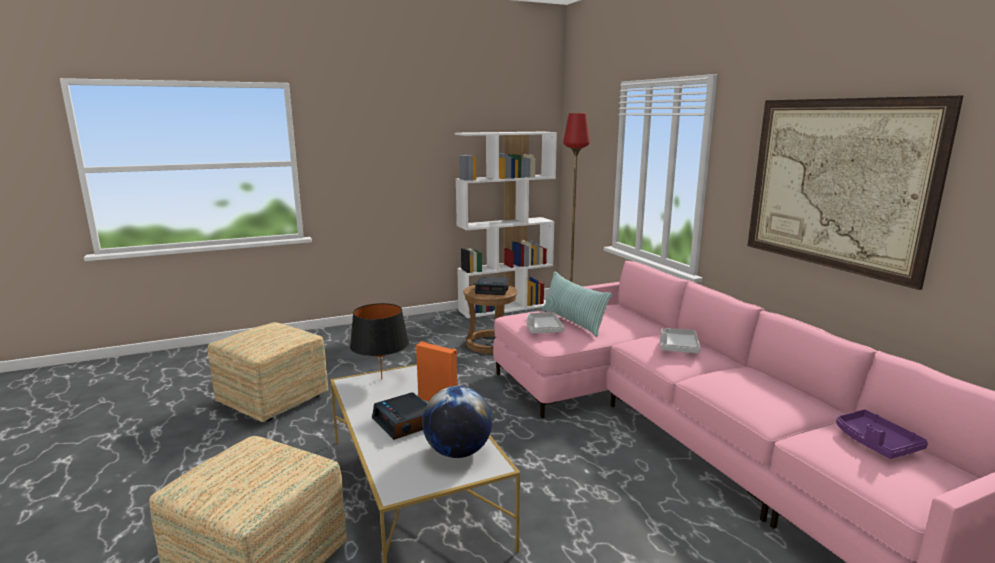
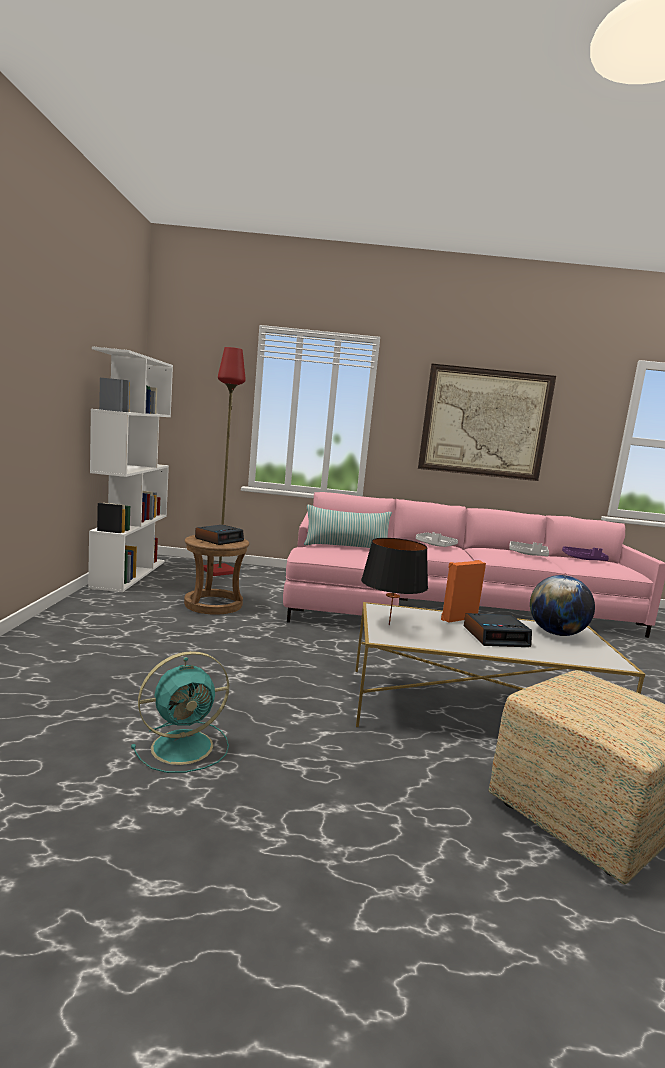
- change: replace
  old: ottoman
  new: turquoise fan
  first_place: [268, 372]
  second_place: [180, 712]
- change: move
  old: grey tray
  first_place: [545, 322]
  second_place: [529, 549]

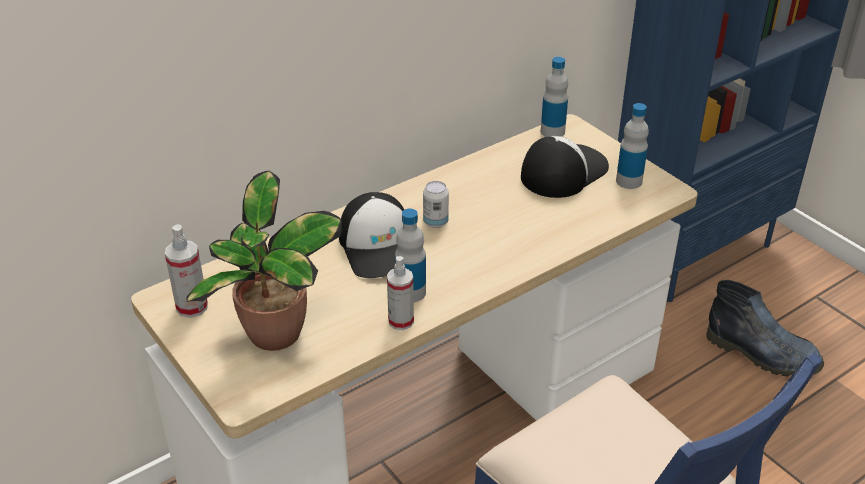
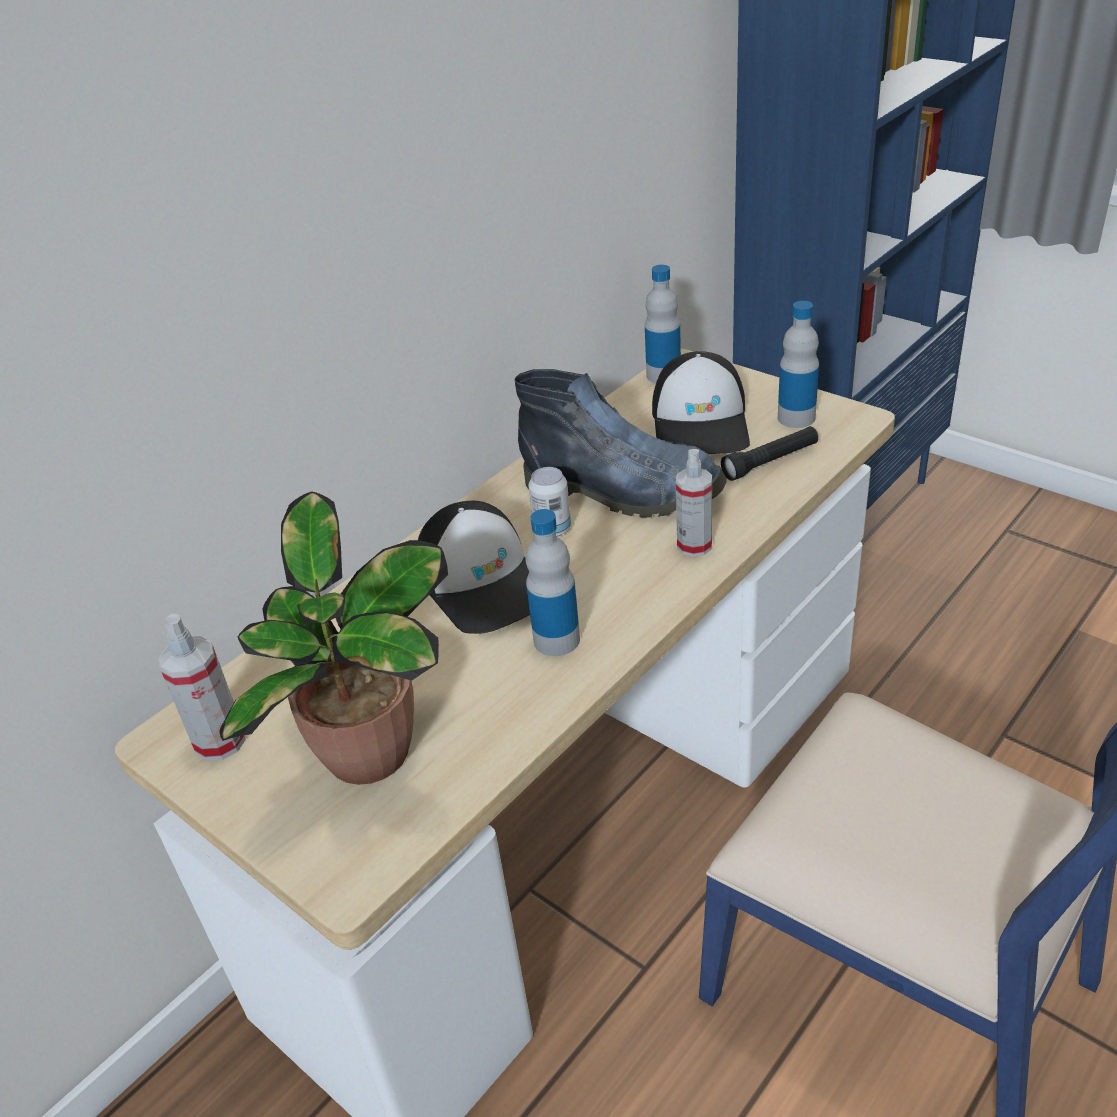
- change: move
  old: spray bottle
  first_place: [400, 293]
  second_place: [694, 503]
- change: rotate
  old: cap
  first_place: [565, 167]
  second_place: [701, 402]
  degrees: 150
- change: move
  old: boot
  first_place: [765, 328]
  second_place: [621, 443]
- change: insert
  new: black flashlight
  second_place: [769, 453]

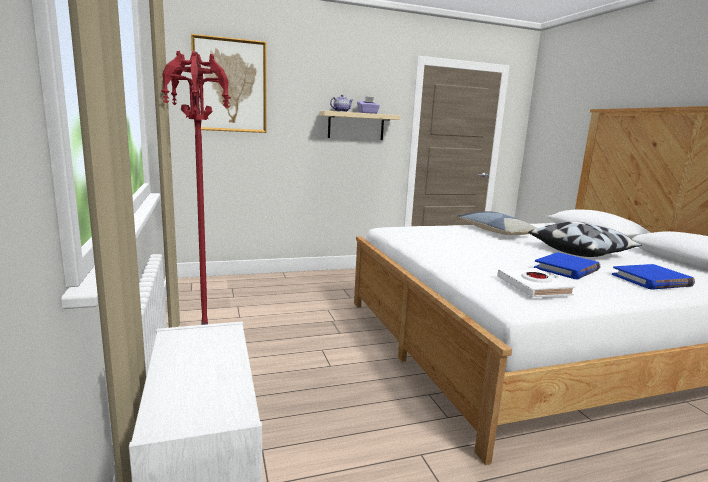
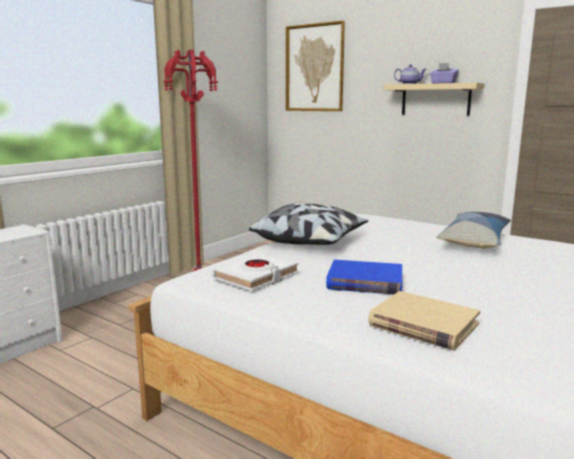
- change: move
  old: pillow
  first_place: [585, 239]
  second_place: [308, 224]
- change: recolor
  old: blue book
  new: beige book
  first_place: [653, 277]
  second_place: [424, 320]

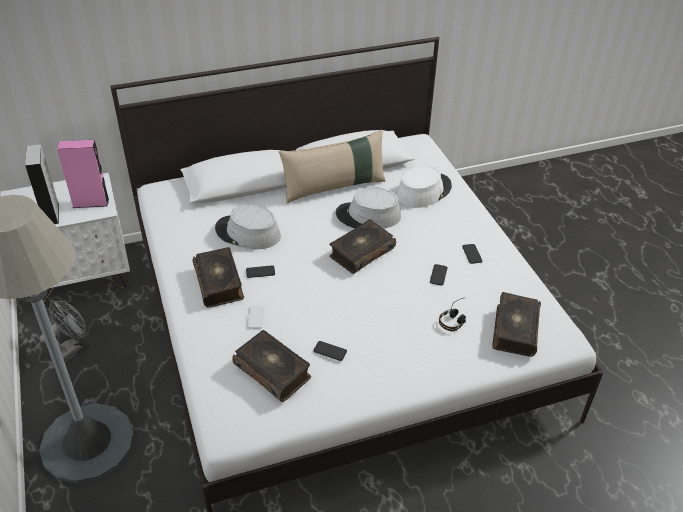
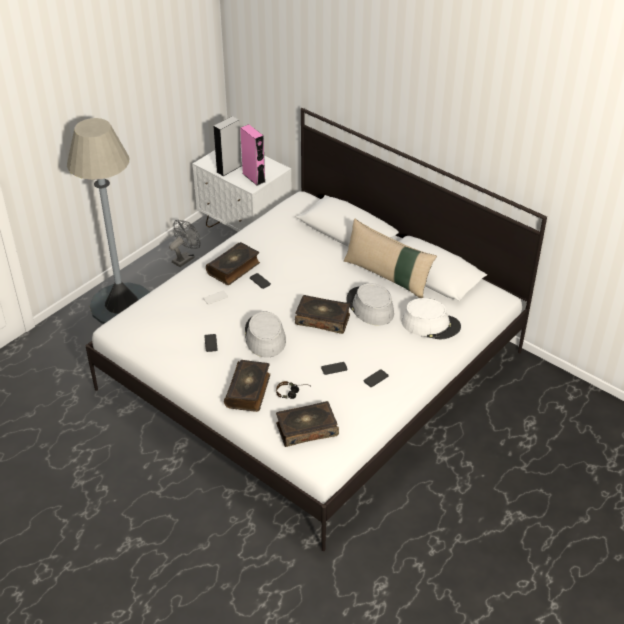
- change: rotate
  old: grey fan
  first_place: [63, 330]
  second_place: [184, 243]
  degrees: -60
- change: move
  old: grey hat
  first_place: [248, 227]
  second_place: [265, 335]
- change: move
  old: book
  first_place: [271, 366]
  second_place: [247, 386]

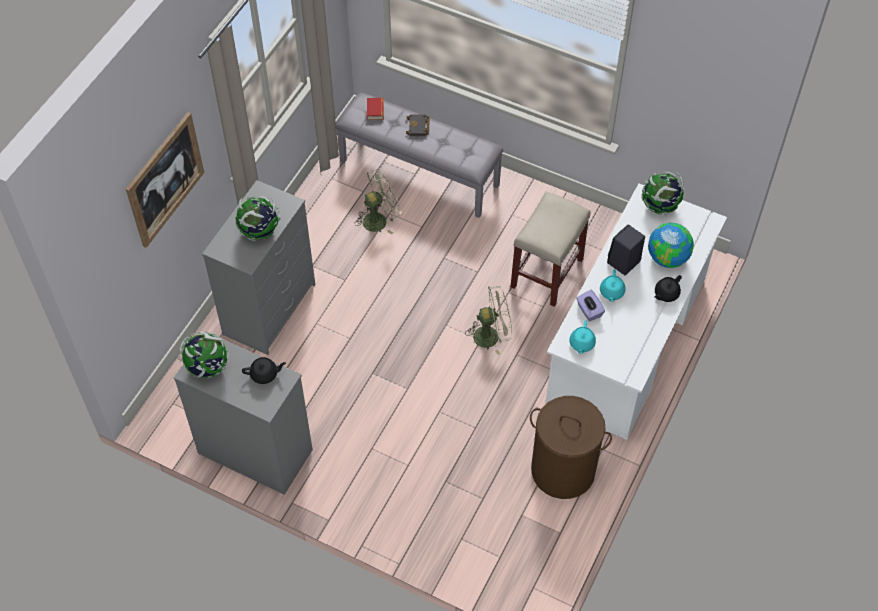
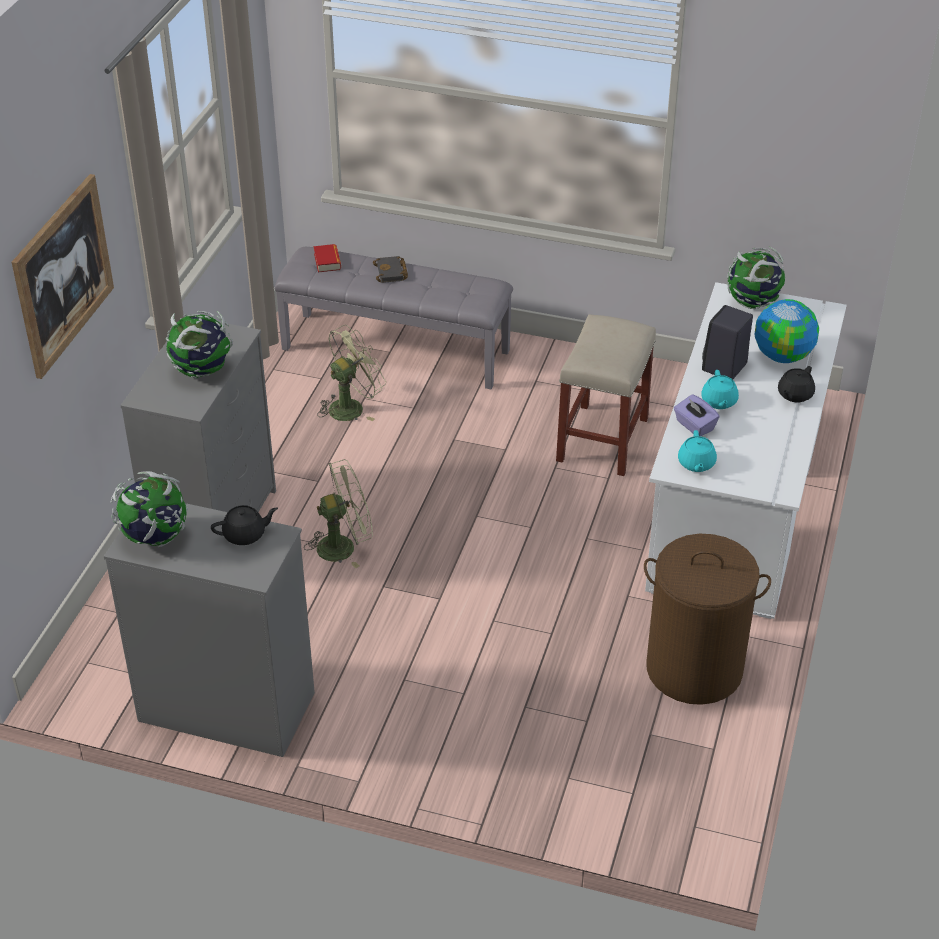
- change: move
  old: green fan
  first_place: [488, 320]
  second_place: [338, 513]

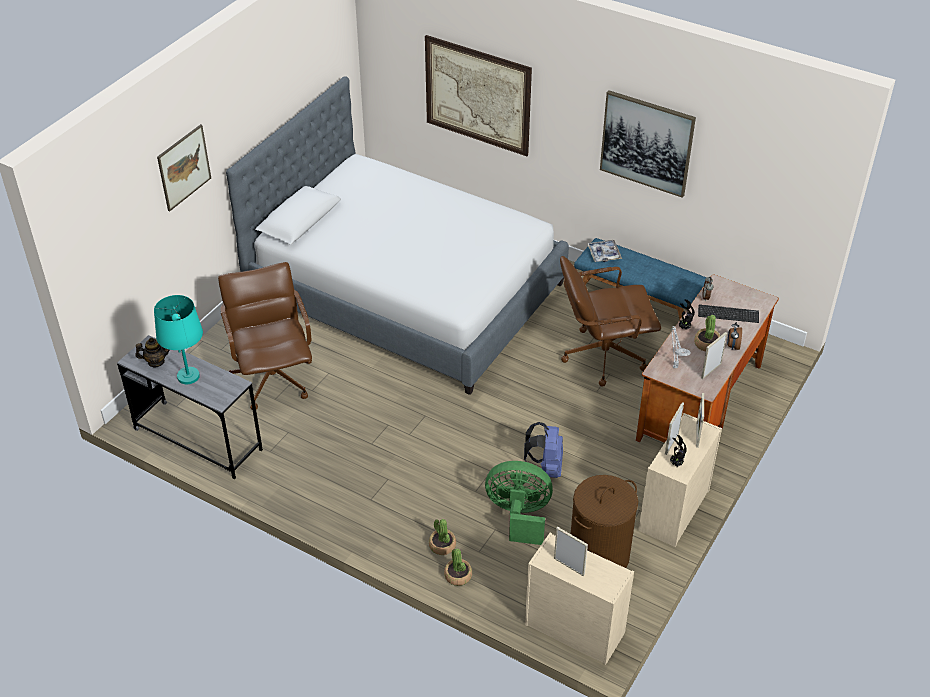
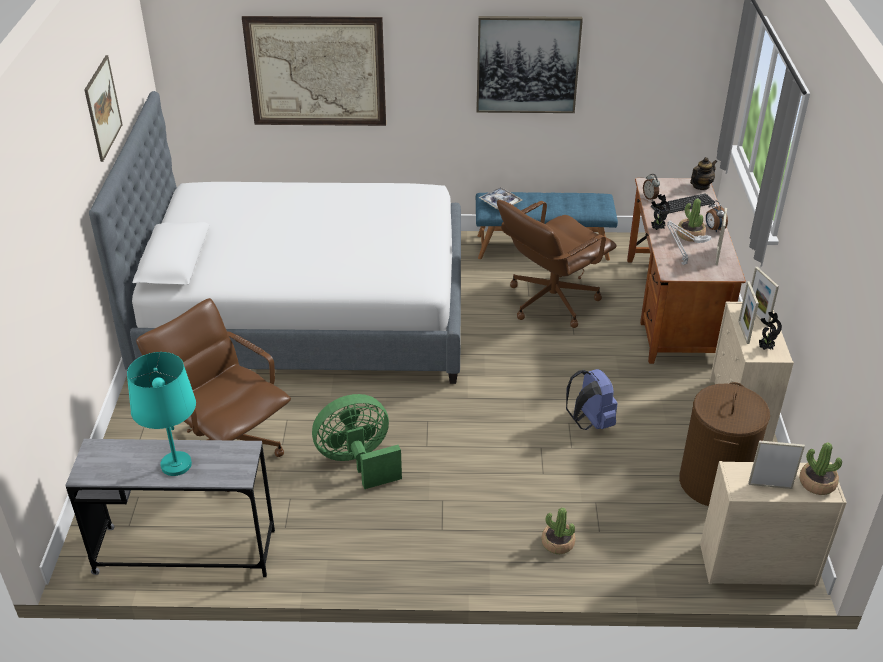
- change: move
  old: teapot
  first_place: [152, 353]
  second_place: [703, 173]
- change: move
  old: picture
  first_place: [184, 168]
  second_place: [103, 108]
- change: move
  old: potted plant
  first_place: [458, 567]
  second_place: [820, 468]
- change: move
  old: green fan
  first_place: [519, 503]
  second_place: [357, 441]

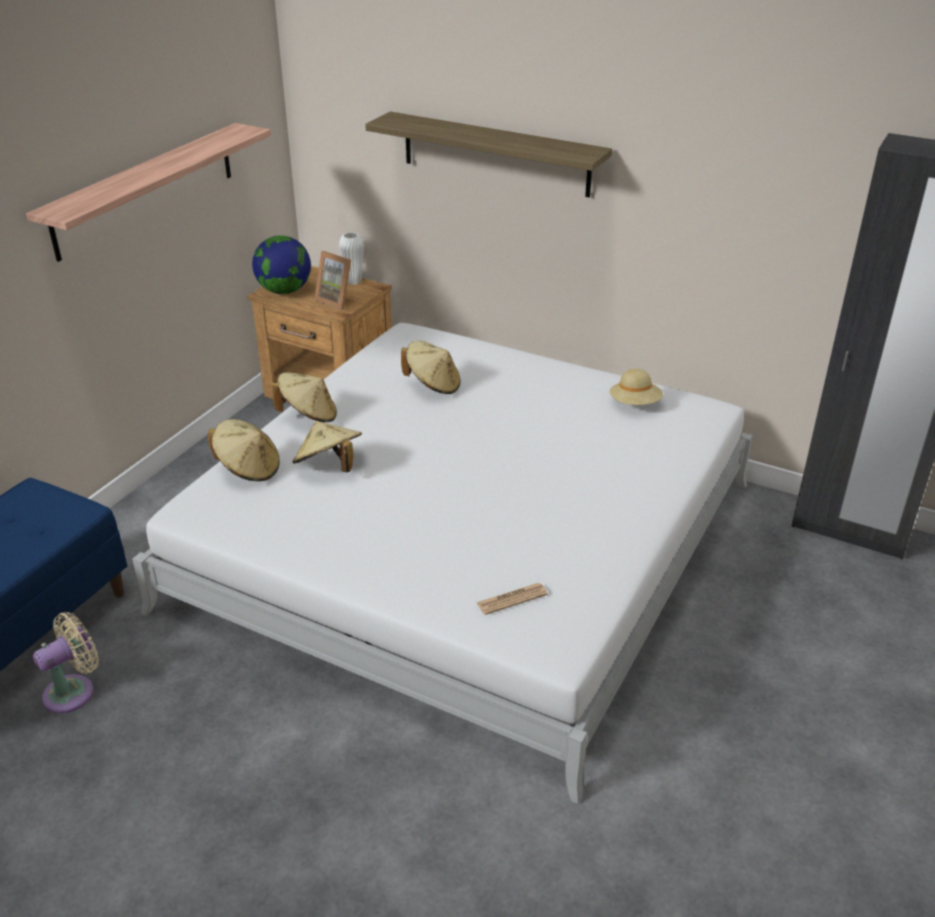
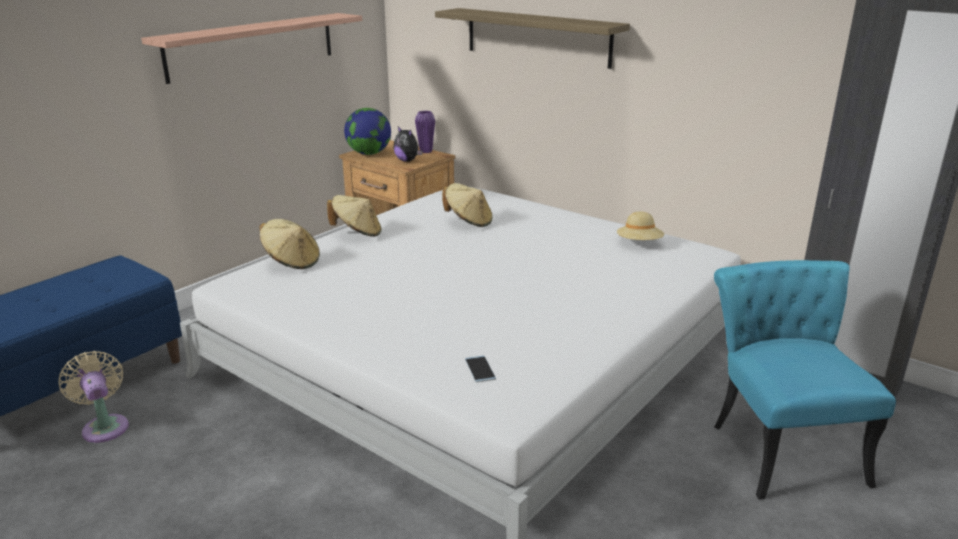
- change: rotate
  old: beige fan
  first_place: [66, 663]
  second_place: [94, 397]
  degrees: -90
- change: delete
  old: beige hat
  first_place: [327, 446]
- change: replace
  old: picture frame
  new: plush toy
  first_place: [332, 280]
  second_place: [407, 144]
- change: recolor
  old: white vase
  new: purple vase
  first_place: [351, 258]
  second_place: [425, 132]
- change: replace
  old: newspaper
  new: phone
  first_place: [512, 599]
  second_place: [480, 369]
- change: insert
  new: turquoise chair
  second_place: [805, 379]

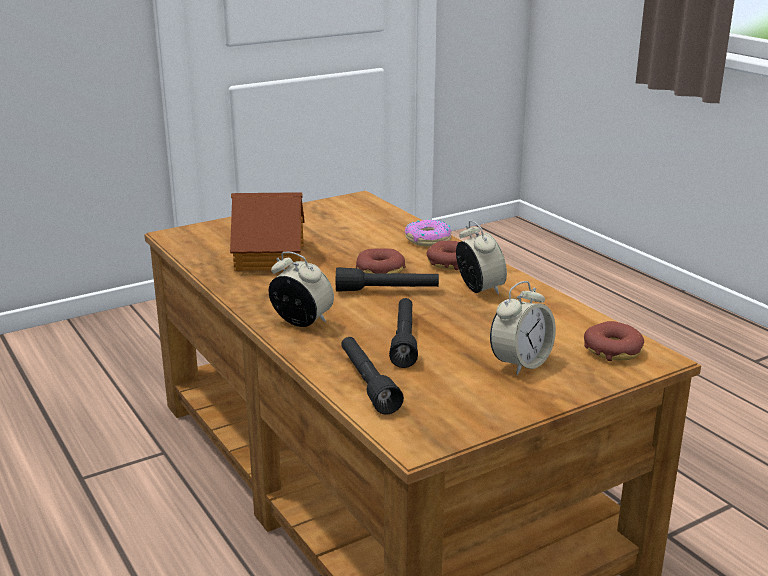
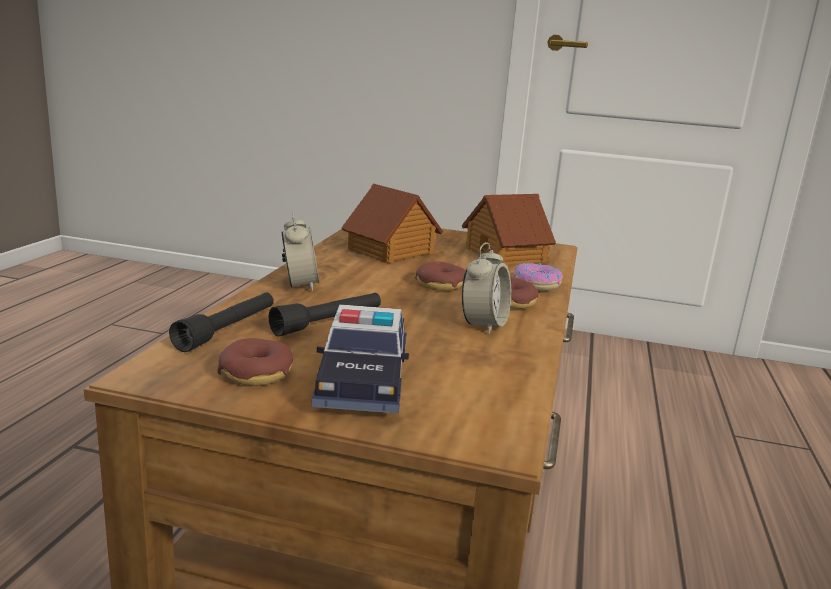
- change: delete
  old: black flashlight
  first_place: [387, 279]
- change: replace
  old: alarm clock
  new: toy car
  first_place: [523, 328]
  second_place: [360, 358]
- change: move
  old: donut
  first_place: [614, 341]
  second_place: [255, 362]
- change: insert
  new: toy house
  second_place: [509, 229]

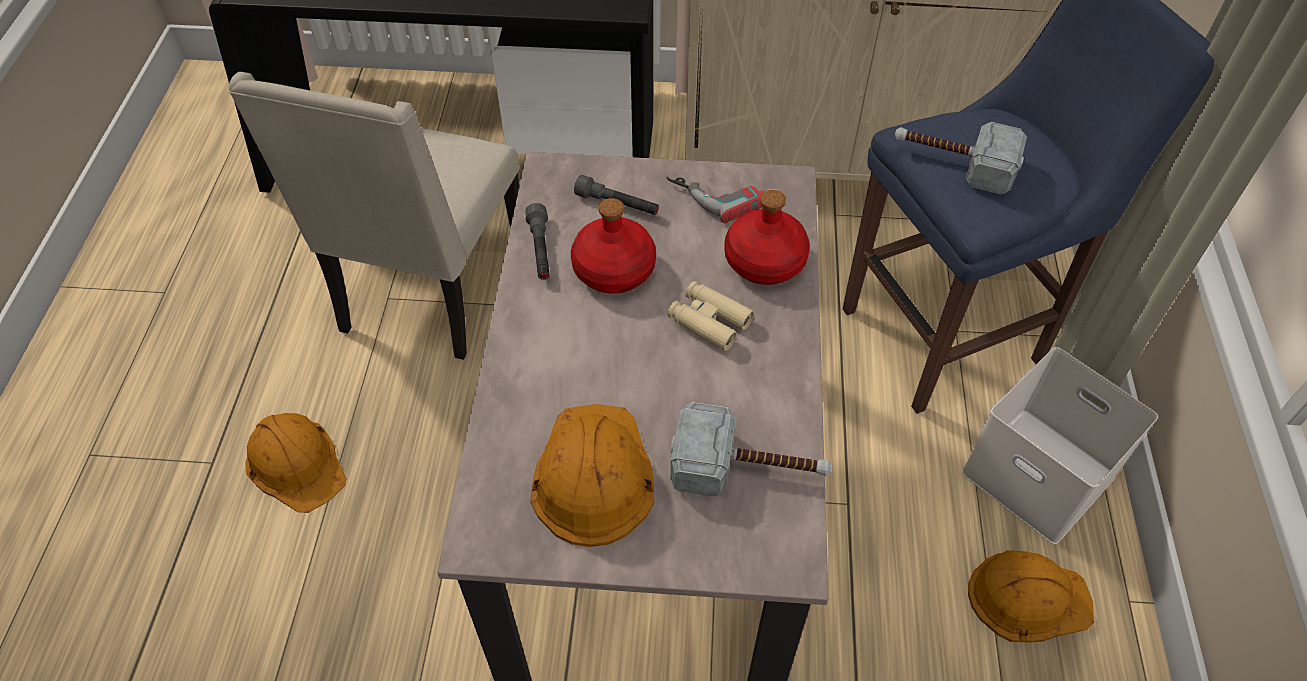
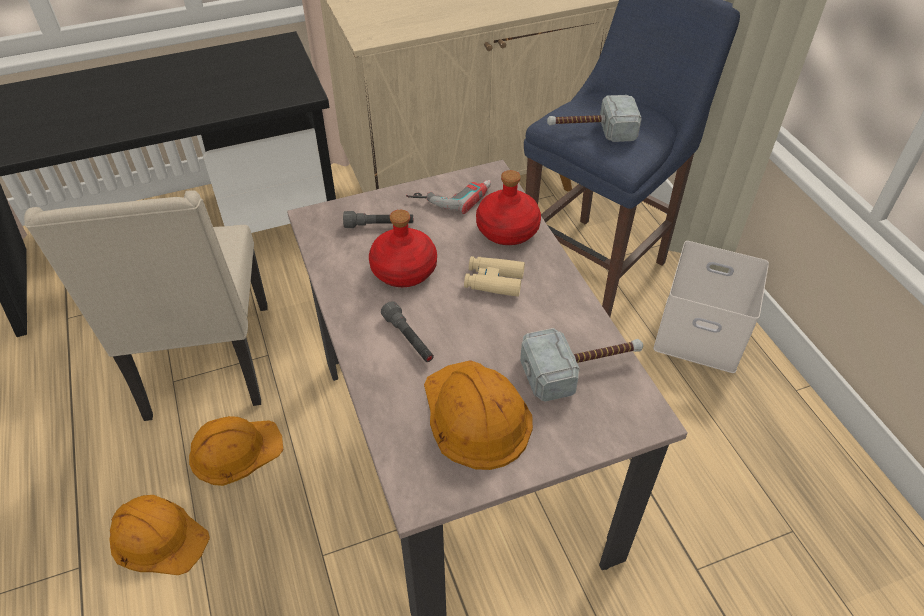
- change: move
  old: grey flashlight
  first_place: [537, 241]
  second_place: [407, 331]
- change: move
  old: orange hard hat
  first_place: [1031, 596]
  second_place: [236, 451]

